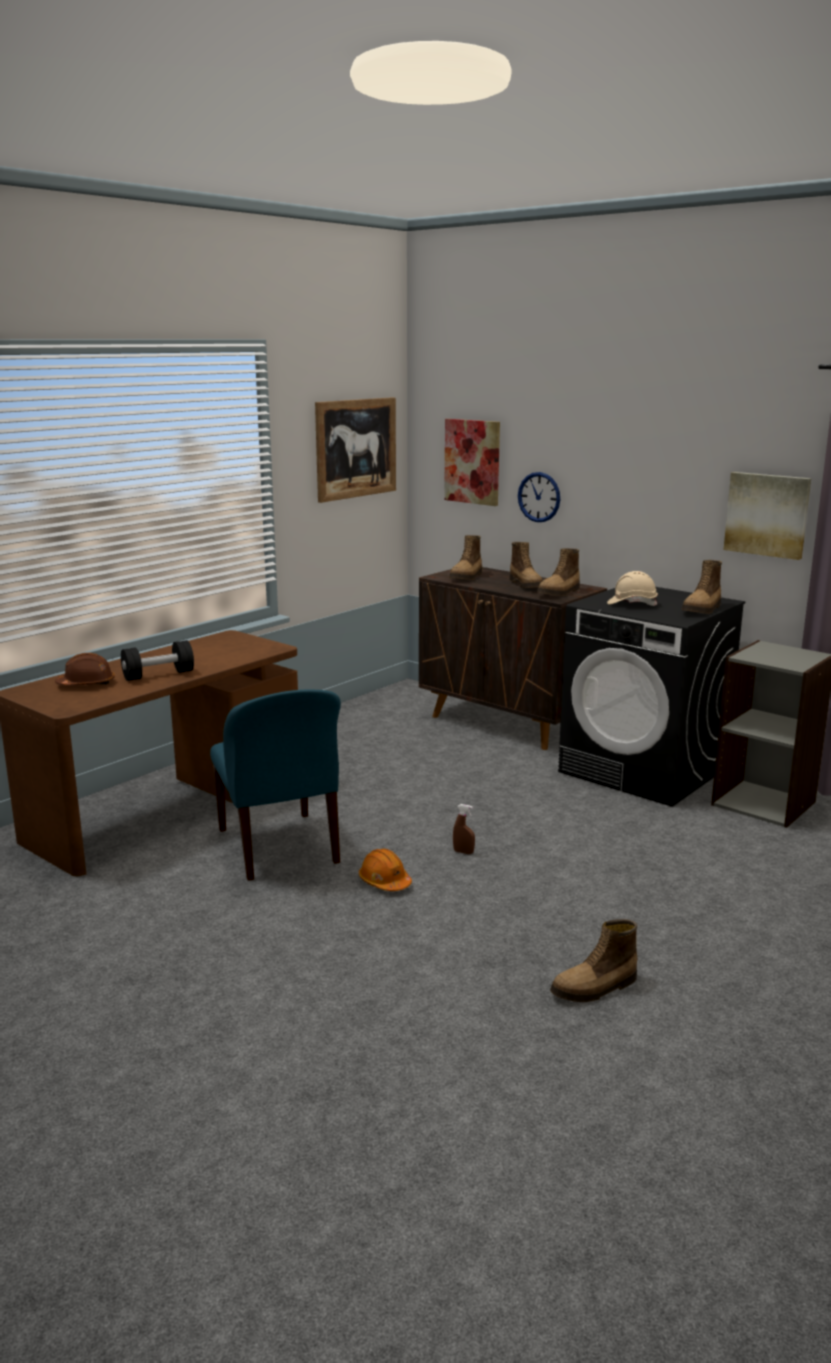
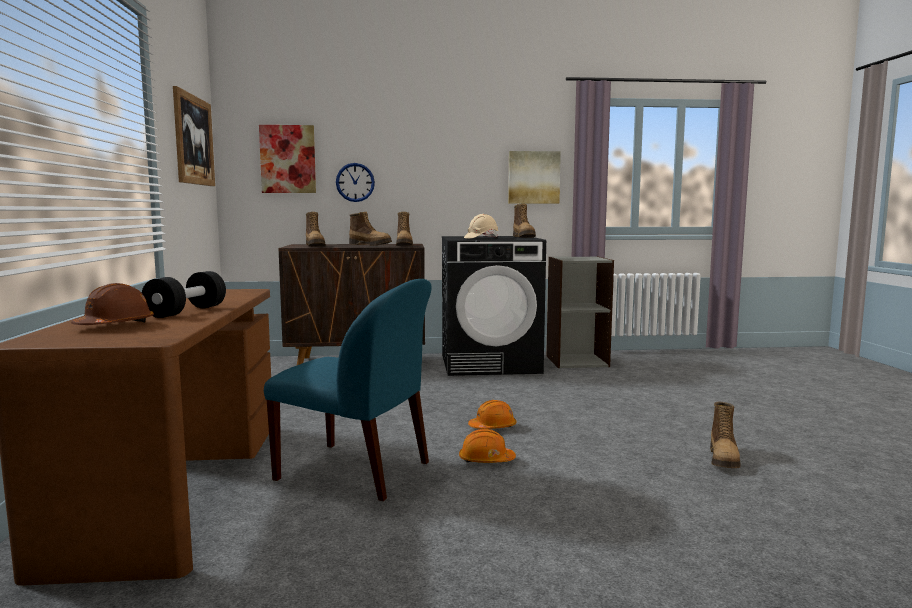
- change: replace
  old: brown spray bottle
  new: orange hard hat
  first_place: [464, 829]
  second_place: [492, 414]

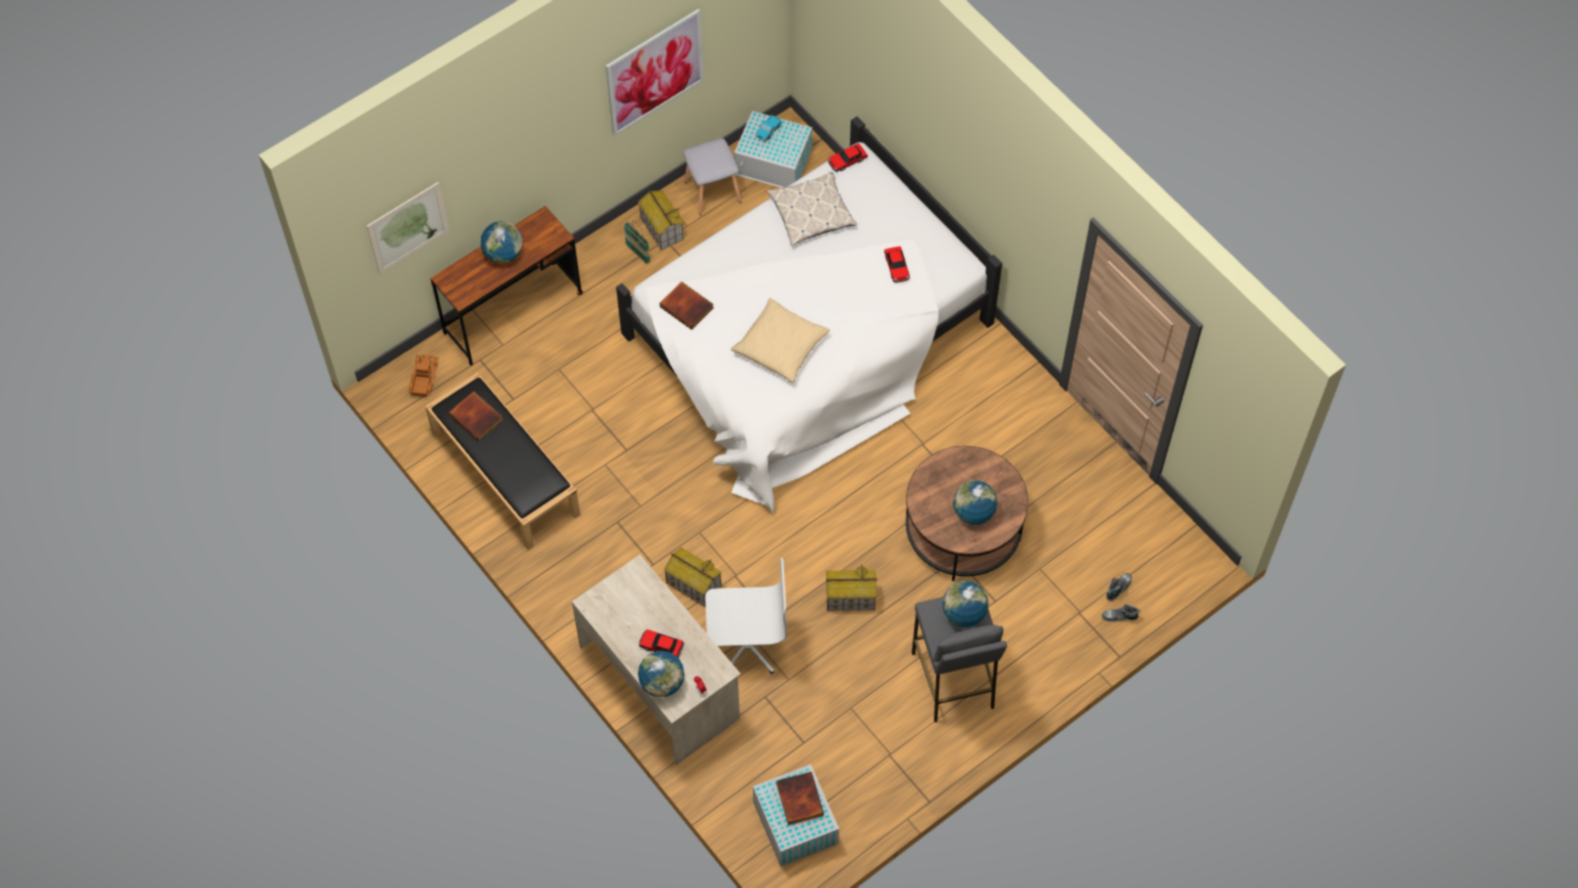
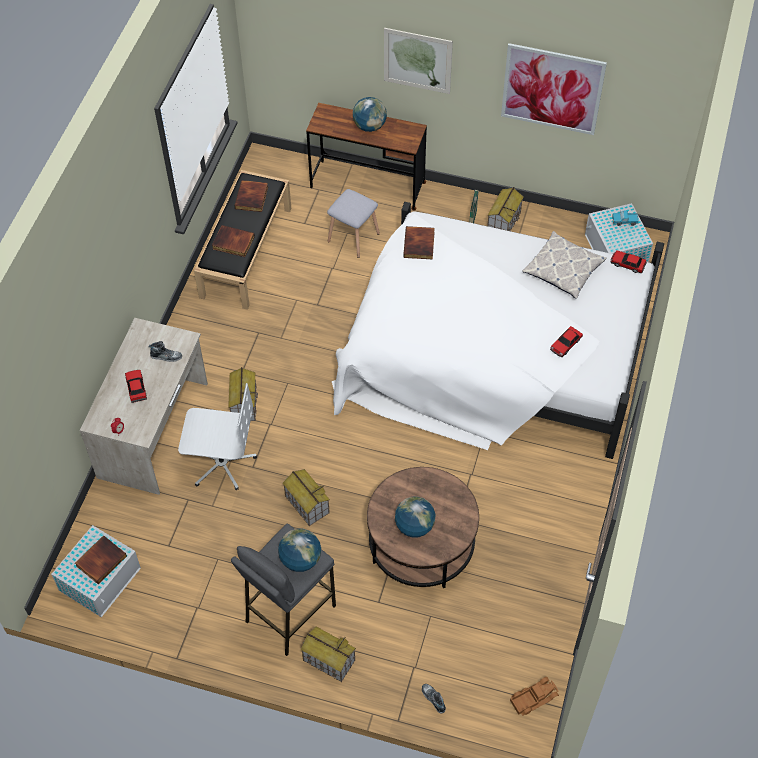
- change: move
  old: picture
  first_place: [408, 228]
  second_place: [418, 61]
- change: move
  old: toy truck
  first_place: [423, 376]
  second_place: [534, 696]
- change: delete
  old: globe
  first_place: [661, 674]
- change: move
  old: grey stool
  first_place: [712, 177]
  second_place: [353, 223]
- change: rotate
  old: white office chair
  first_place: [746, 616]
  second_place: [217, 436]
  degrees: -45
- change: delete
  old: beige pillow
  first_place: [780, 340]
- change: move
  old: shoe
  first_place: [1119, 587]
  second_place: [165, 351]
- change: insert
  new: book
  second_place: [233, 241]
- change: insert
  new: toy house
  second_place: [328, 654]

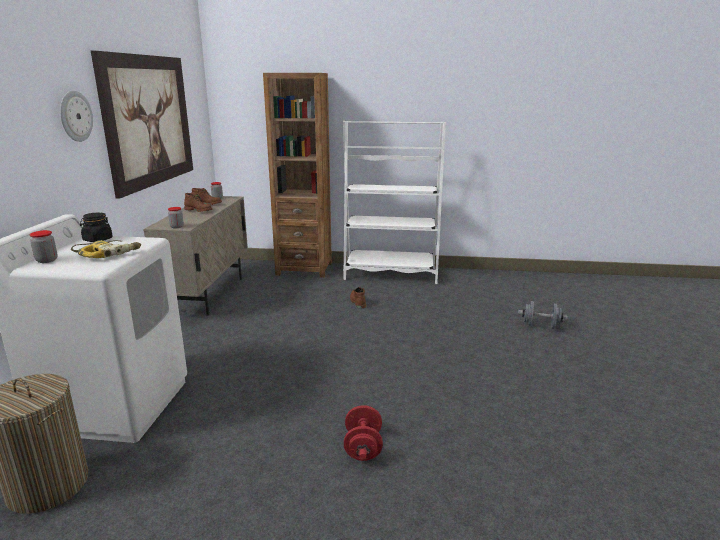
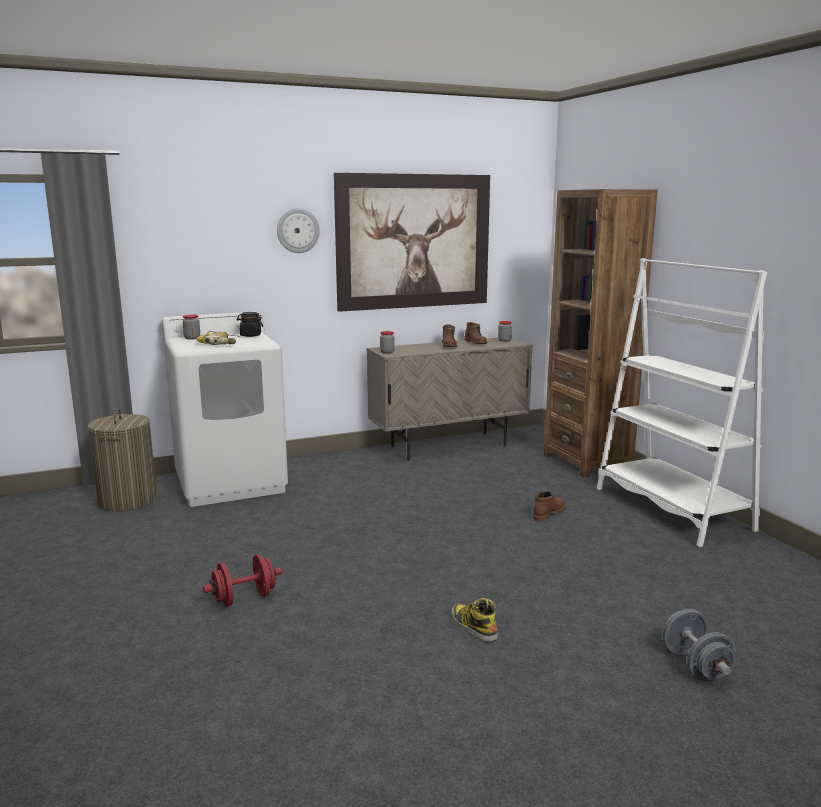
- change: insert
  new: boot
  second_place: [474, 619]

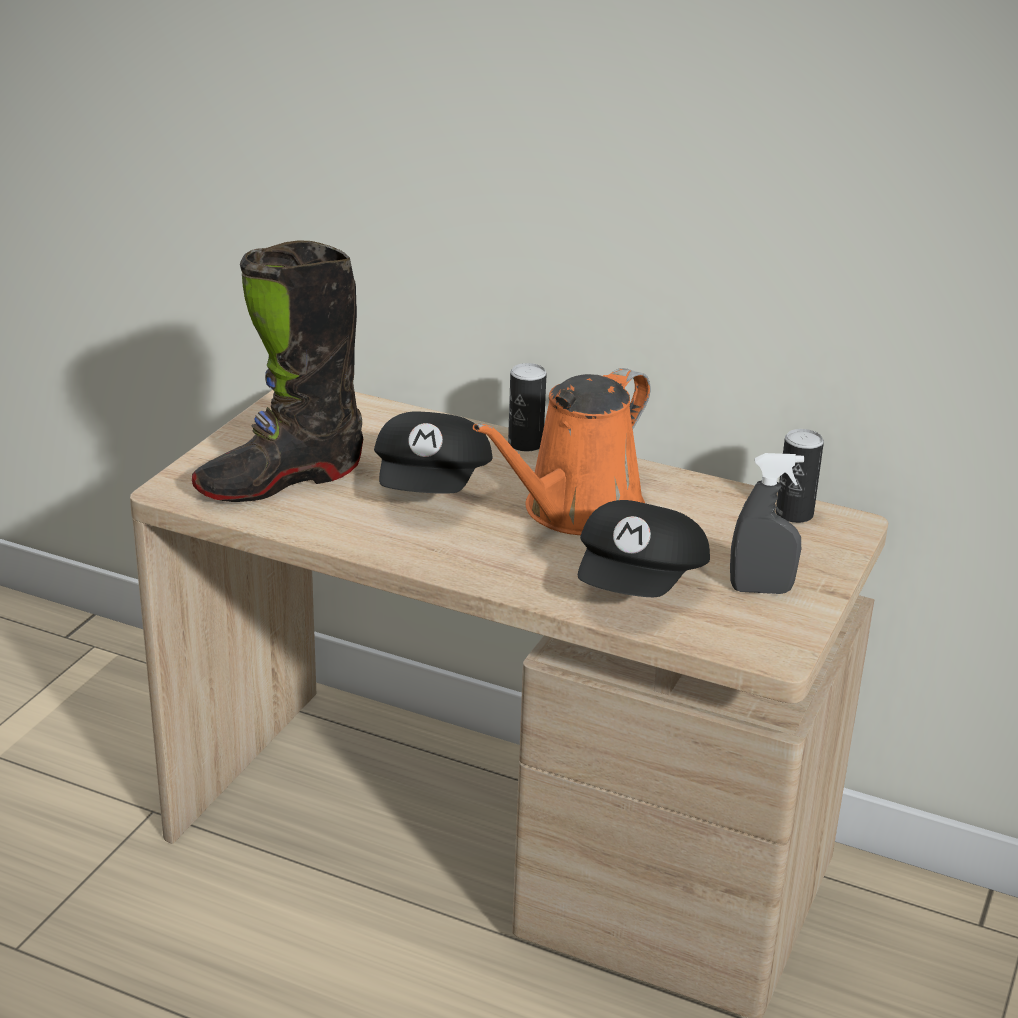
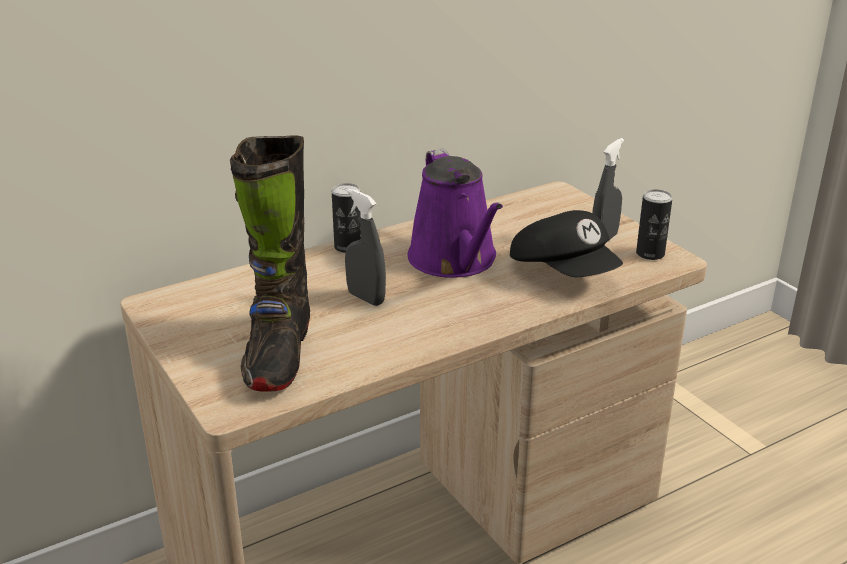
- change: replace
  old: black cap
  new: grey spray bottle
  first_place: [433, 452]
  second_place: [365, 247]
- change: recolor
  old: orange watering can
  new: purple watering can
  first_place: [562, 451]
  second_place: [455, 213]
- change: move
  old: can
  first_place: [800, 476]
  second_place: [654, 224]

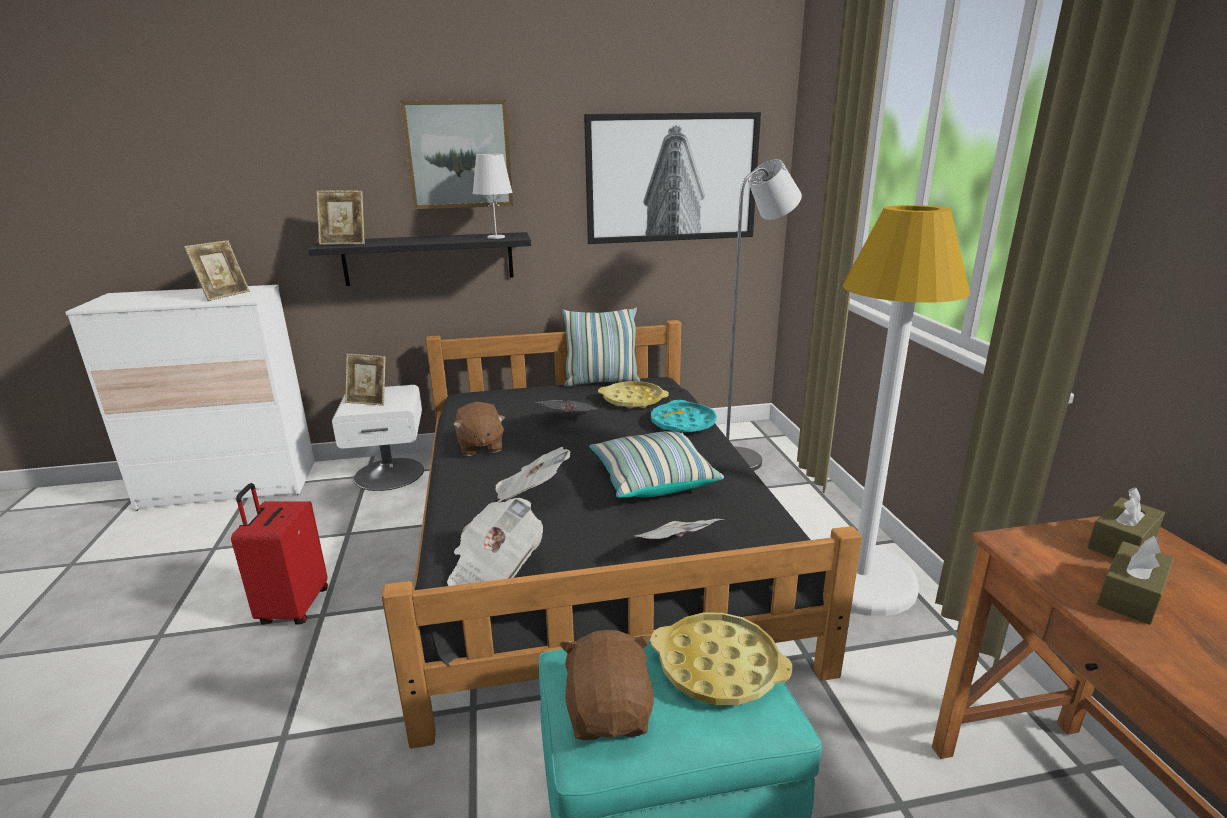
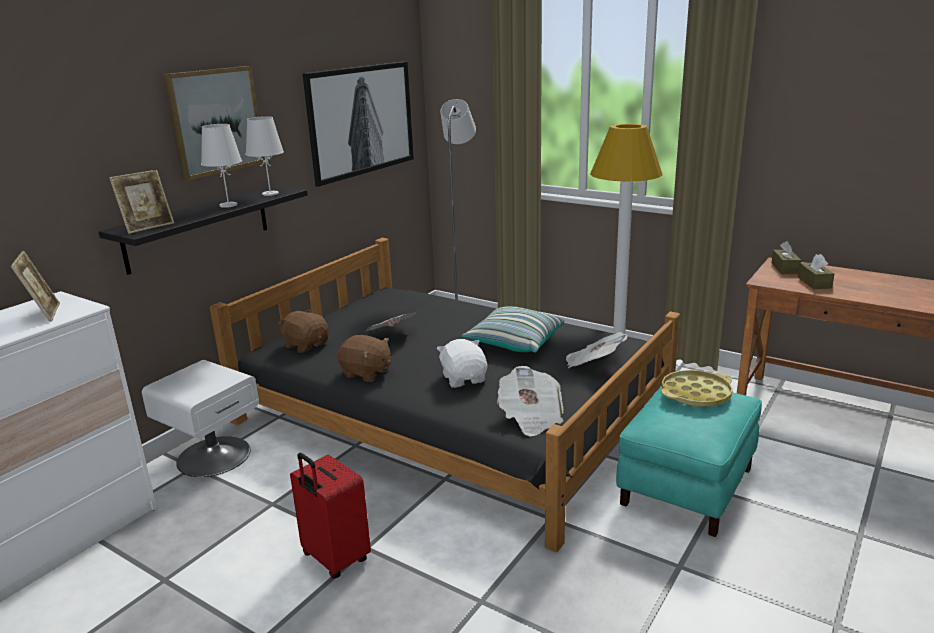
- change: delete
  old: picture frame
  first_place: [365, 380]
- change: replace
  old: newspaper
  new: white plush toy
  first_place: [533, 474]
  second_place: [462, 363]
- change: move
  old: brown plush toy
  first_place: [607, 685]
  second_place: [303, 331]
- change: delete
  old: pillow
  first_place: [601, 347]
- change: delete
  old: yellow tray
  first_place: [633, 395]
- change: delete
  old: turquoise tray
  first_place: [684, 416]
- change: insert
  new: white table lamp
  second_place: [221, 166]

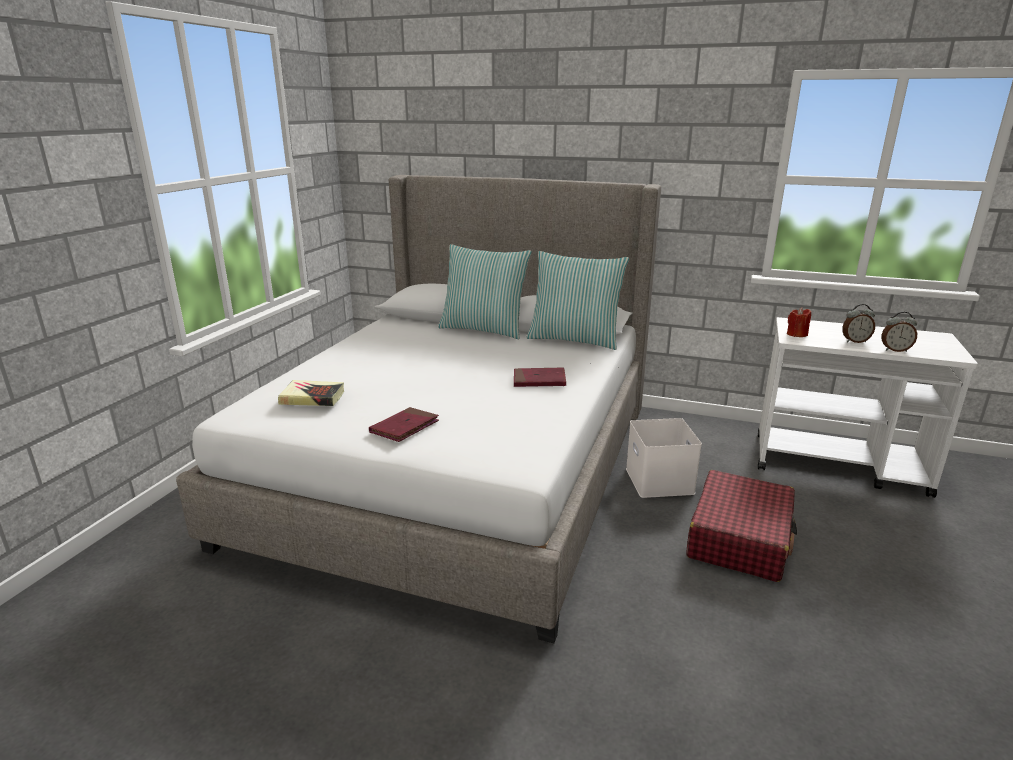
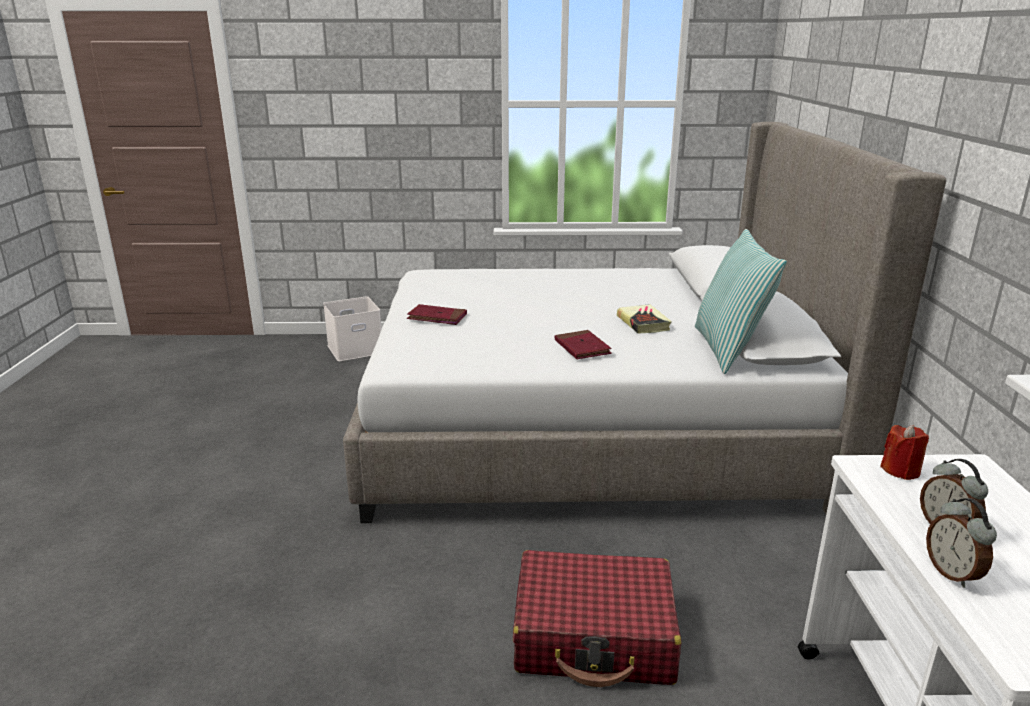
- change: move
  old: book
  first_place: [311, 393]
  second_place: [644, 319]
- change: delete
  old: pillow
  first_place: [485, 291]
- change: move
  old: white storage box
  first_place: [664, 458]
  second_place: [352, 328]

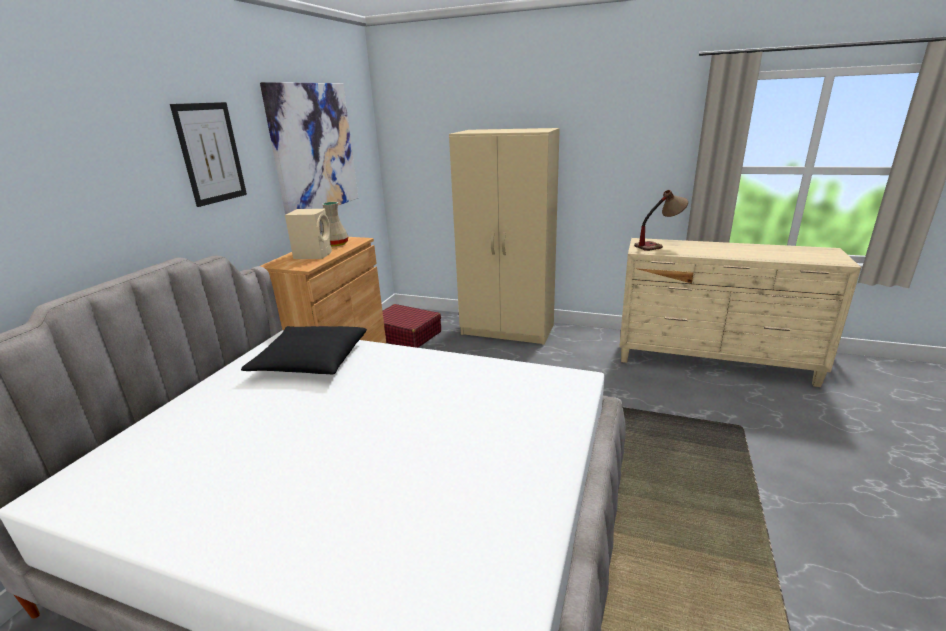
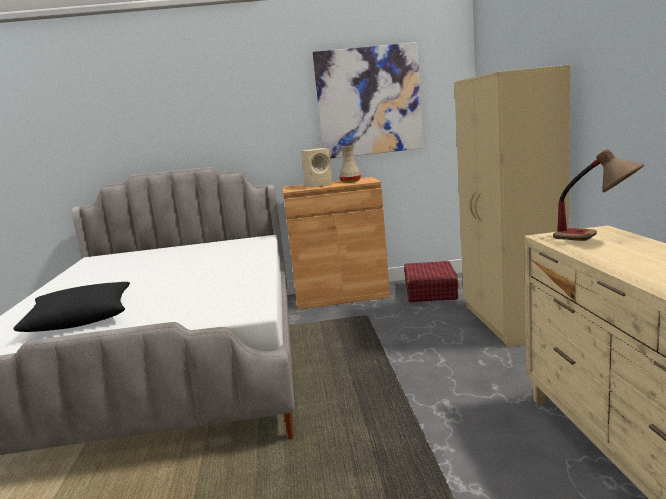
- change: delete
  old: picture
  first_place: [208, 154]
- change: move
  old: black pillow
  first_place: [304, 350]
  second_place: [72, 307]

